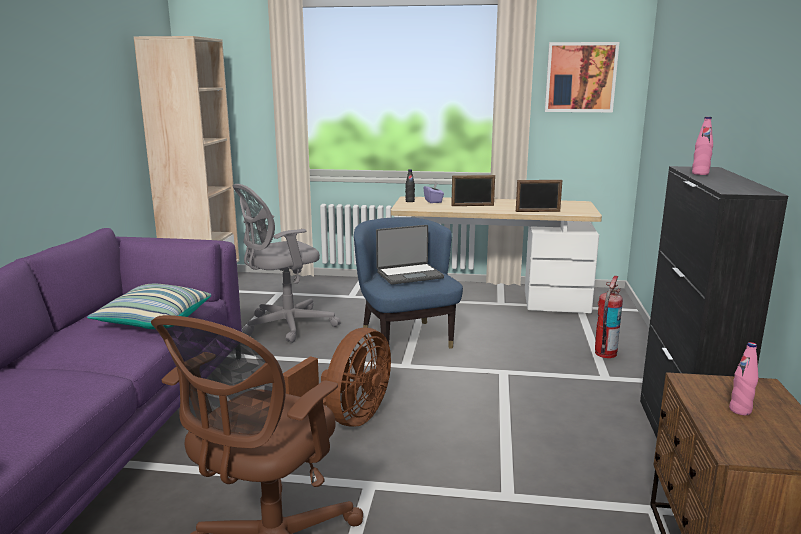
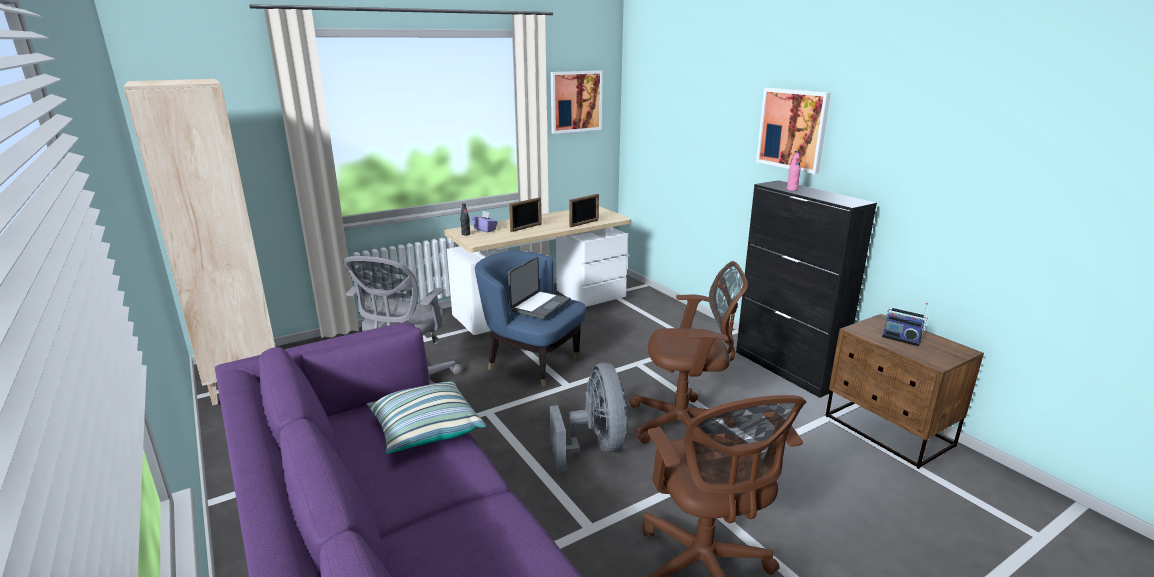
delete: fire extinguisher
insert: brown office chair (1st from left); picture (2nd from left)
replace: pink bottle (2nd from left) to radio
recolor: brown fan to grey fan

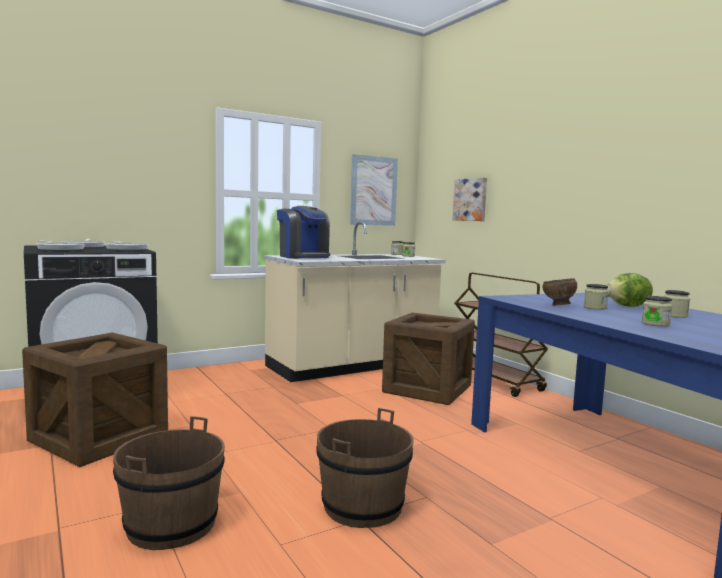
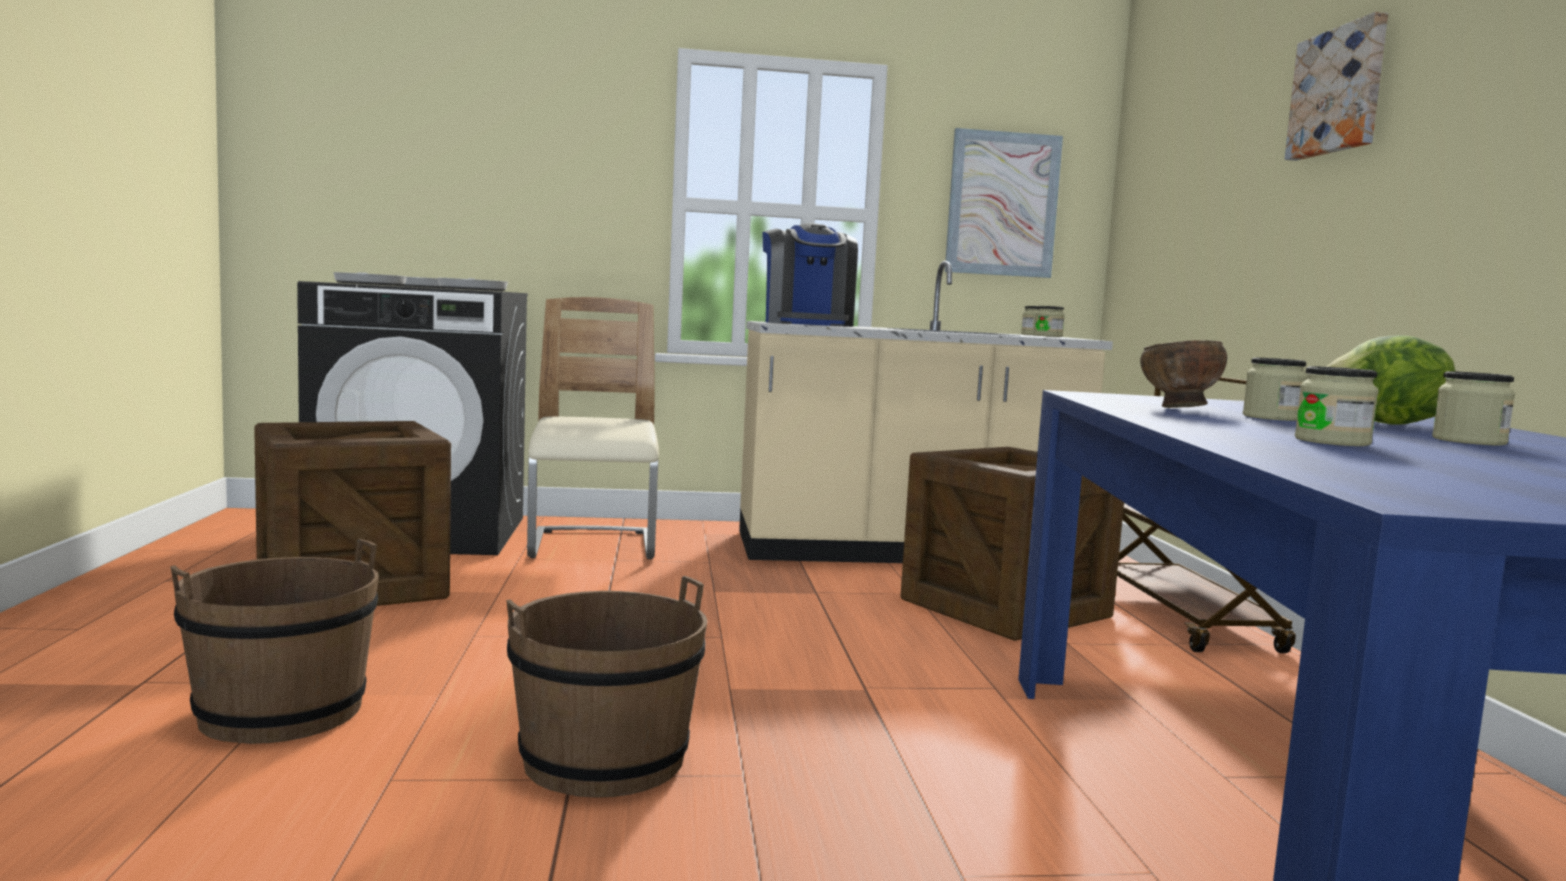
insert: beige chair
move: picture (2nd from left)

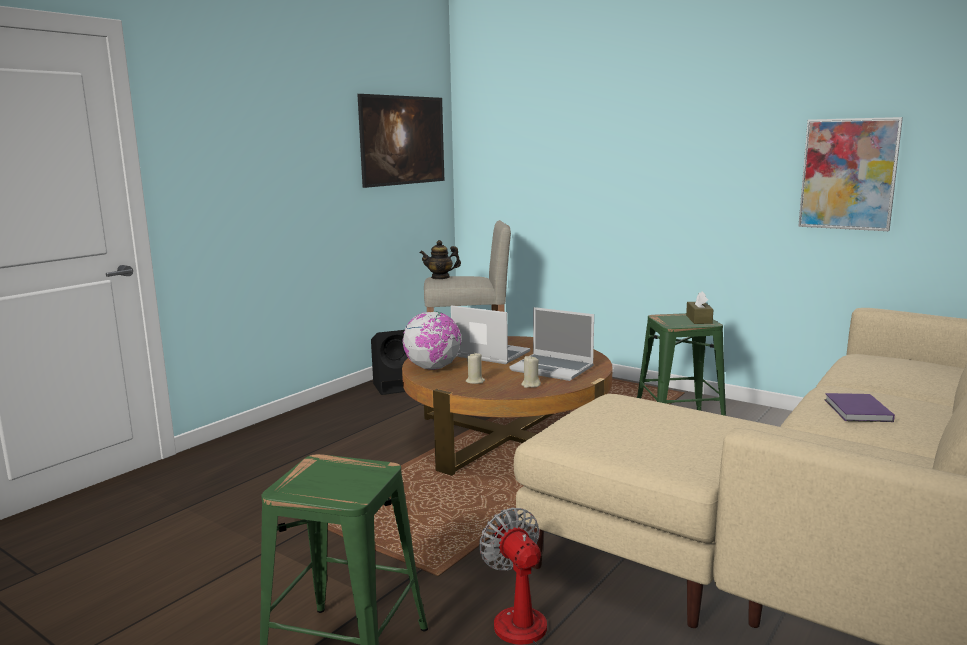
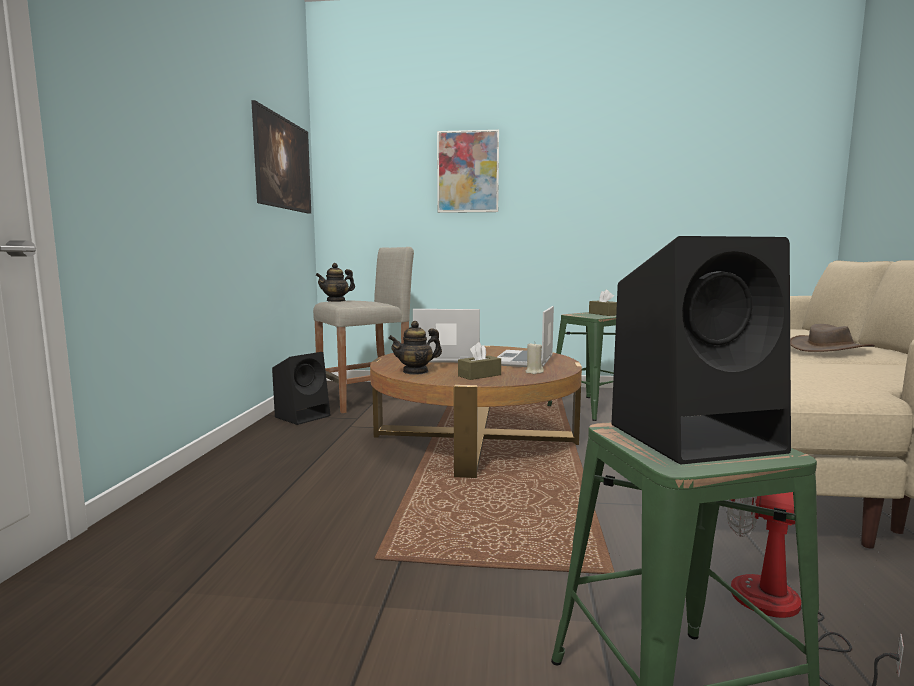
insert: black speaker (2nd from left)
move: picture (2nd from left)
replace: globe to teapot (2nd from left); beige candle (1st from left) to brown tissue box (1st from left); purple book to brown hat
rotate: laptop (2nd from left) 105 degrees clockwise

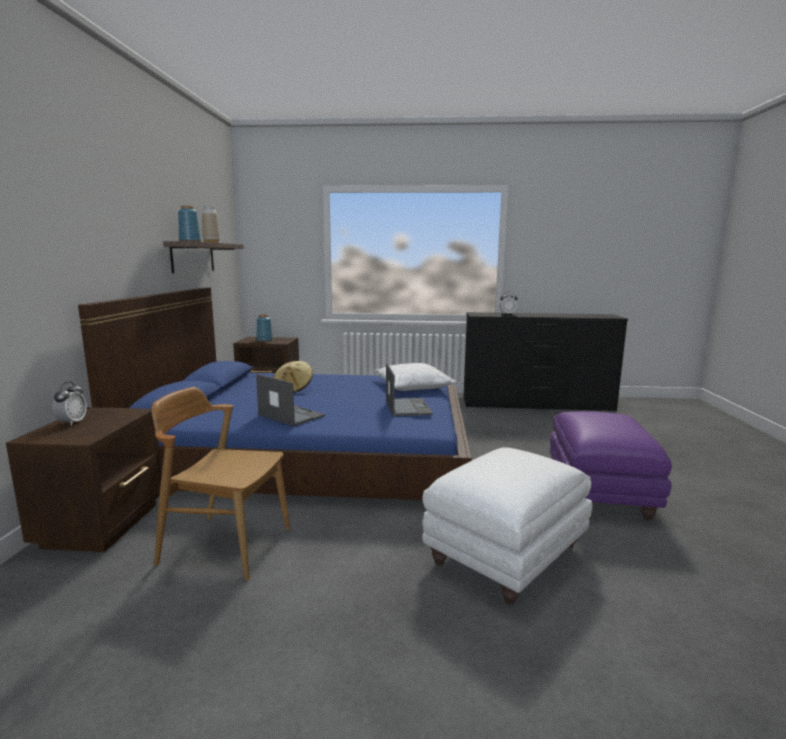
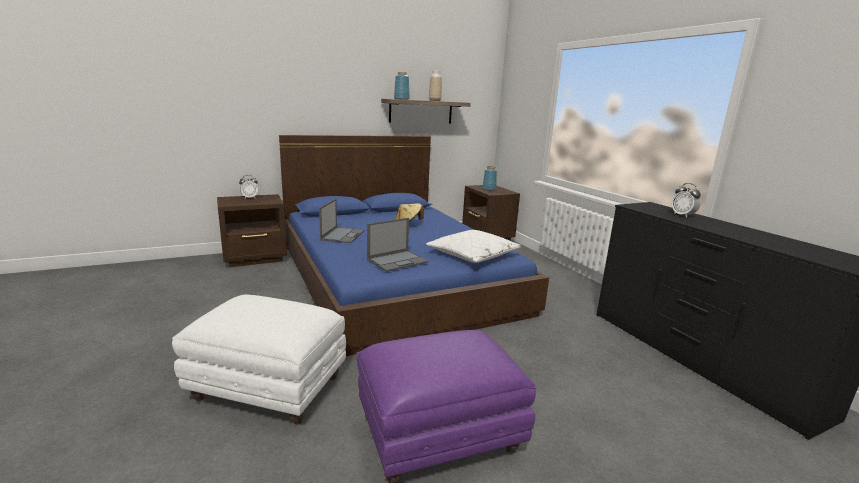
delete: brown chair

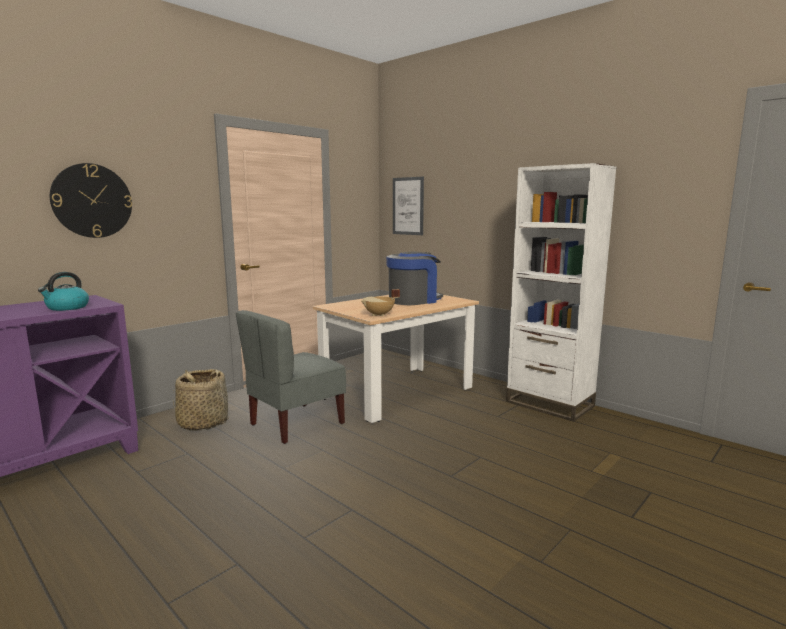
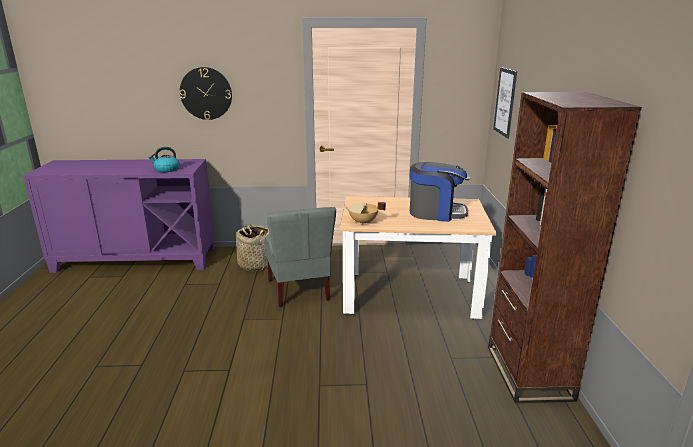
recolor: white bookcase to brown bookcase
rotate: grey chair 105 degrees counterclockwise

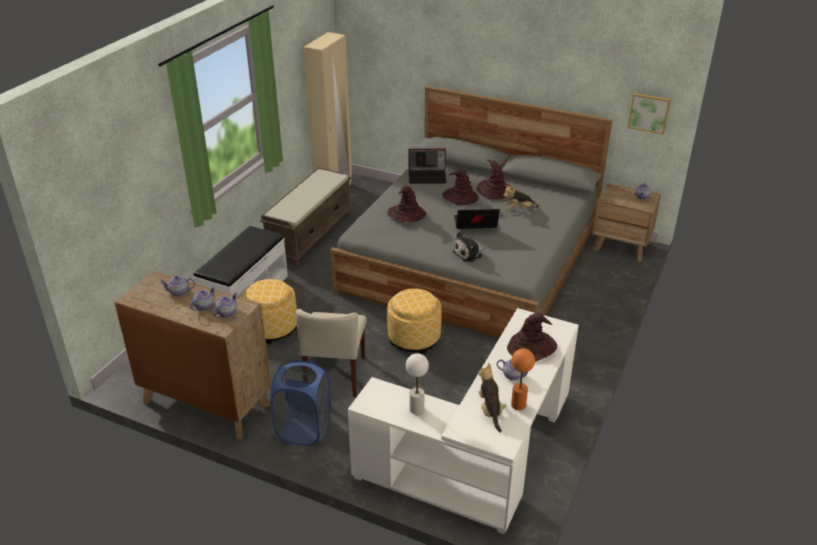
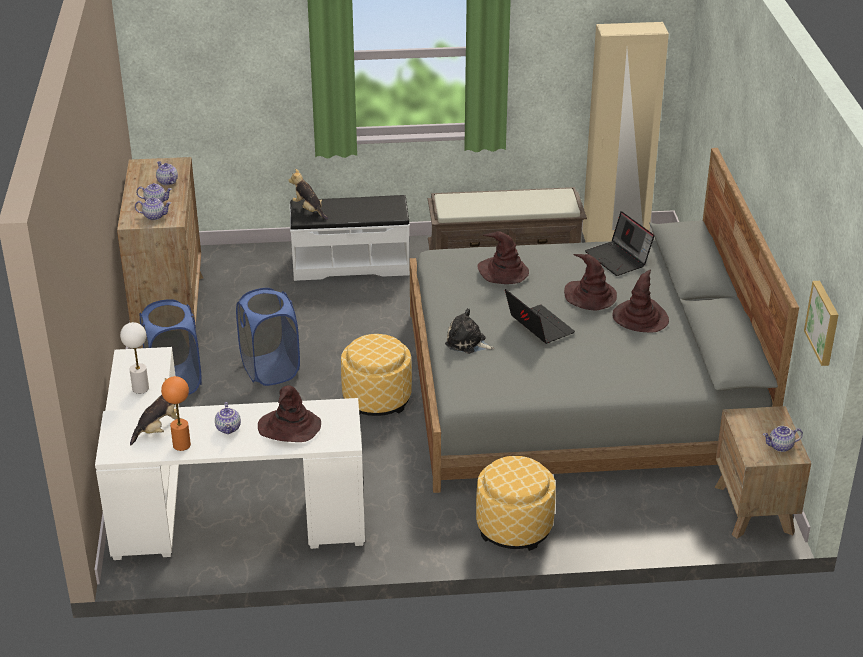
move: ottoman (1st from left in the first image) to ottoman (2nd from left); plush toy (3rd from left in the first image) to plush toy (2nd from left)
replace: beige chair to blue laundry basket (2nd from left)

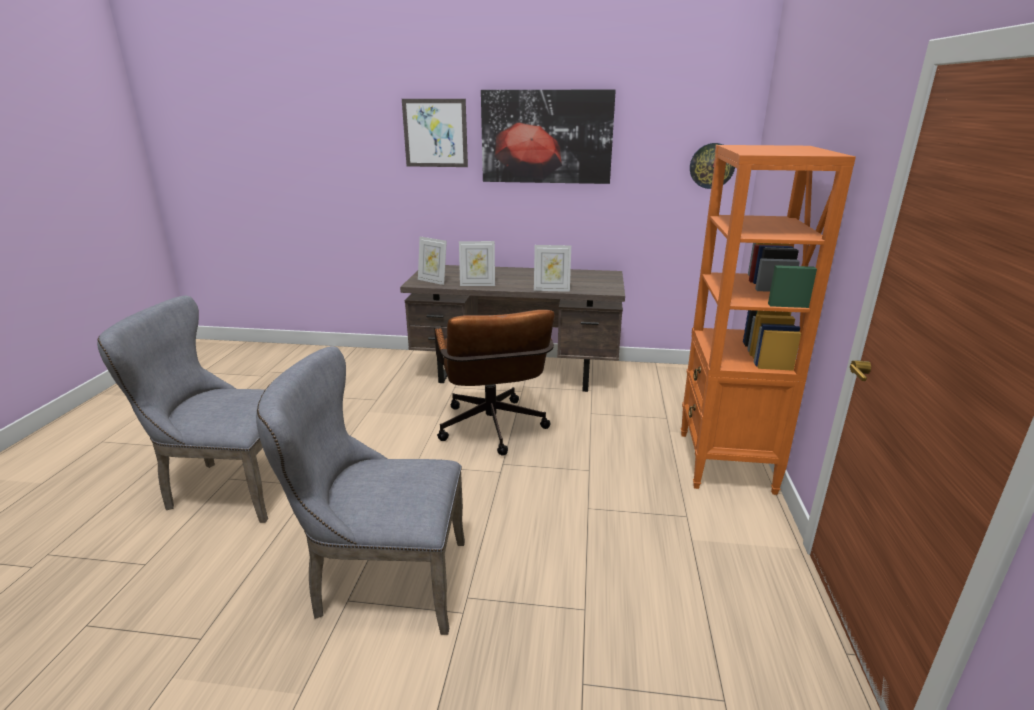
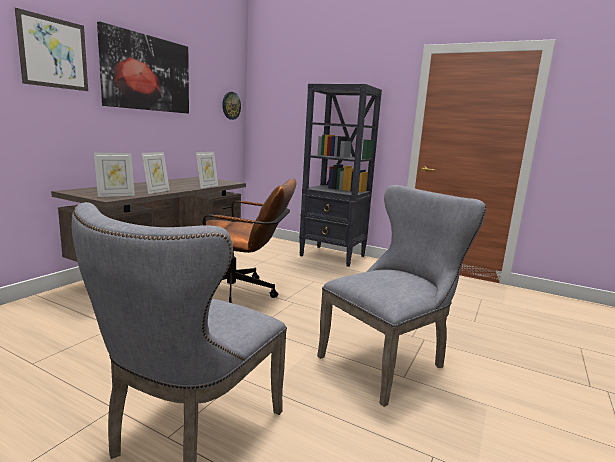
recolor: orange bookcase to black bookcase
rotate: grey chair (2nd from left) 150 degrees counterclockwise

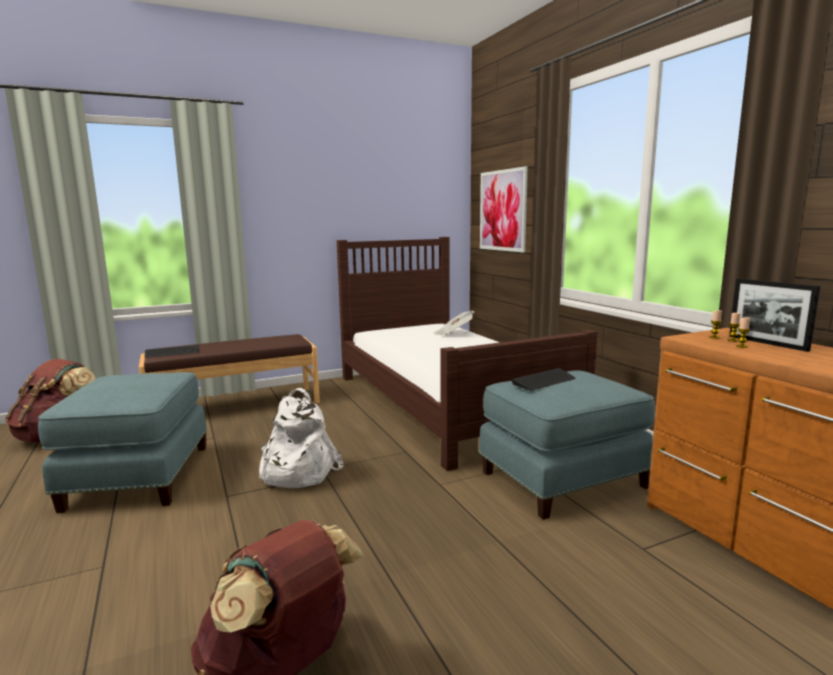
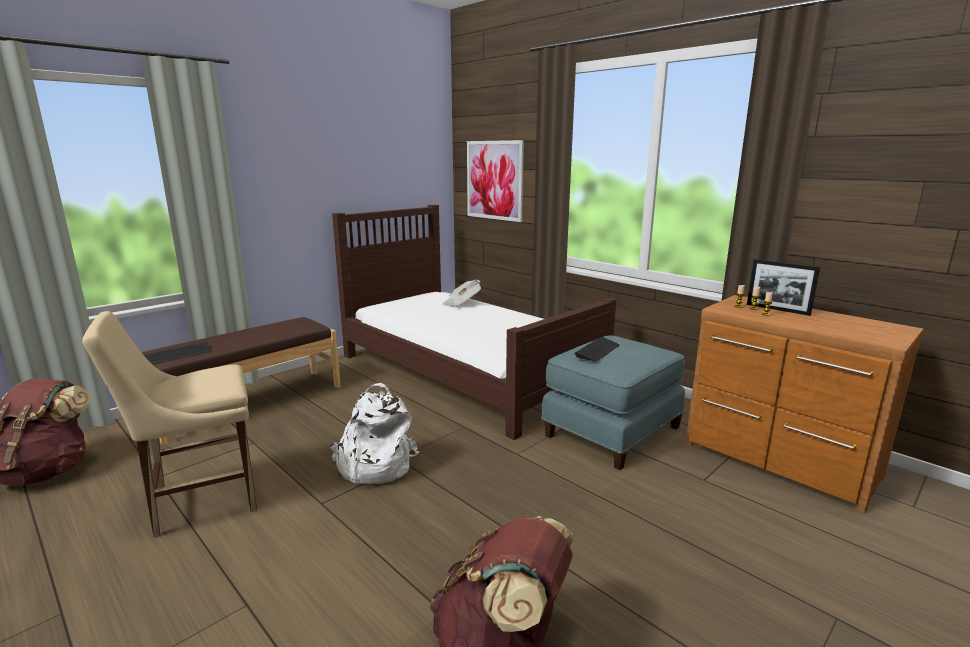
replace: blue ottoman (1st from left) to beige chair

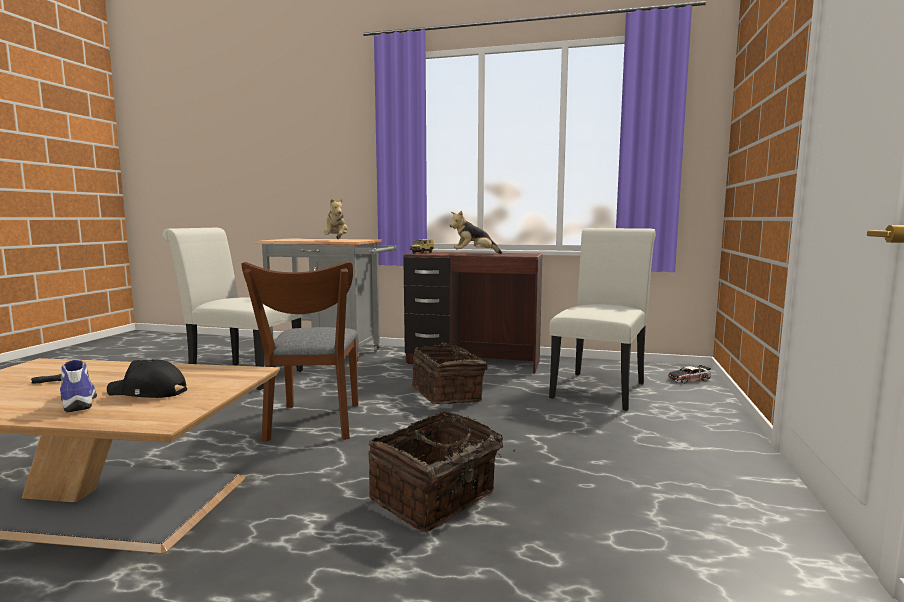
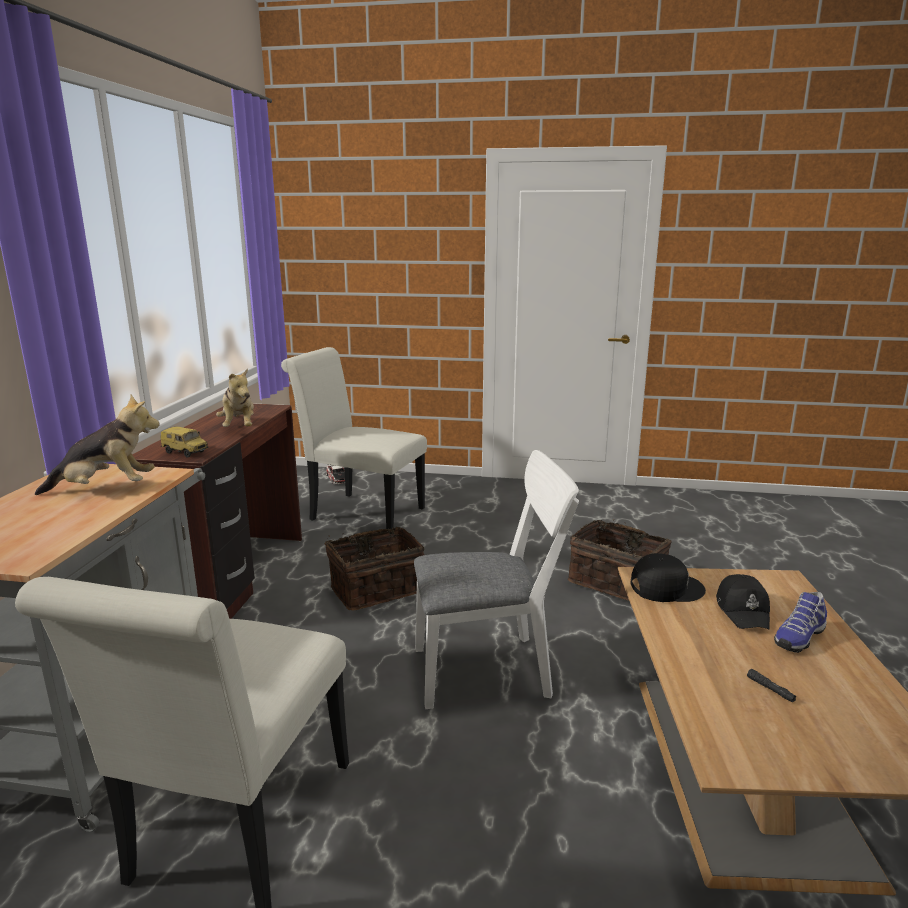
insert: black cap (1st from left)
recolor: brown chair to white chair (3rd from left)

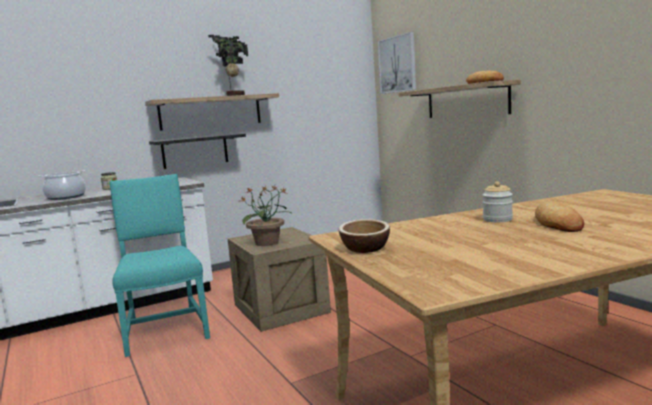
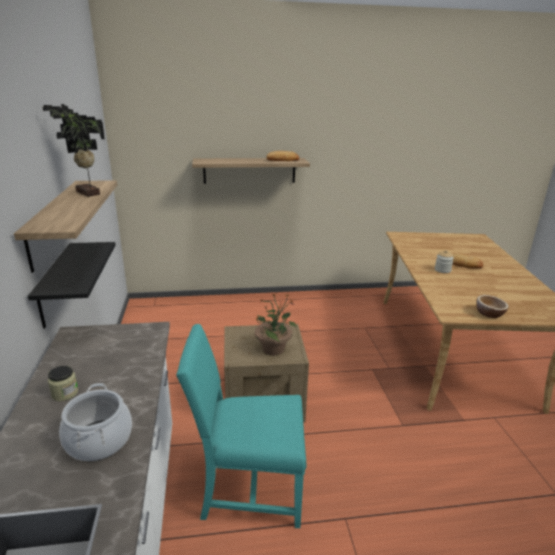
delete: picture

